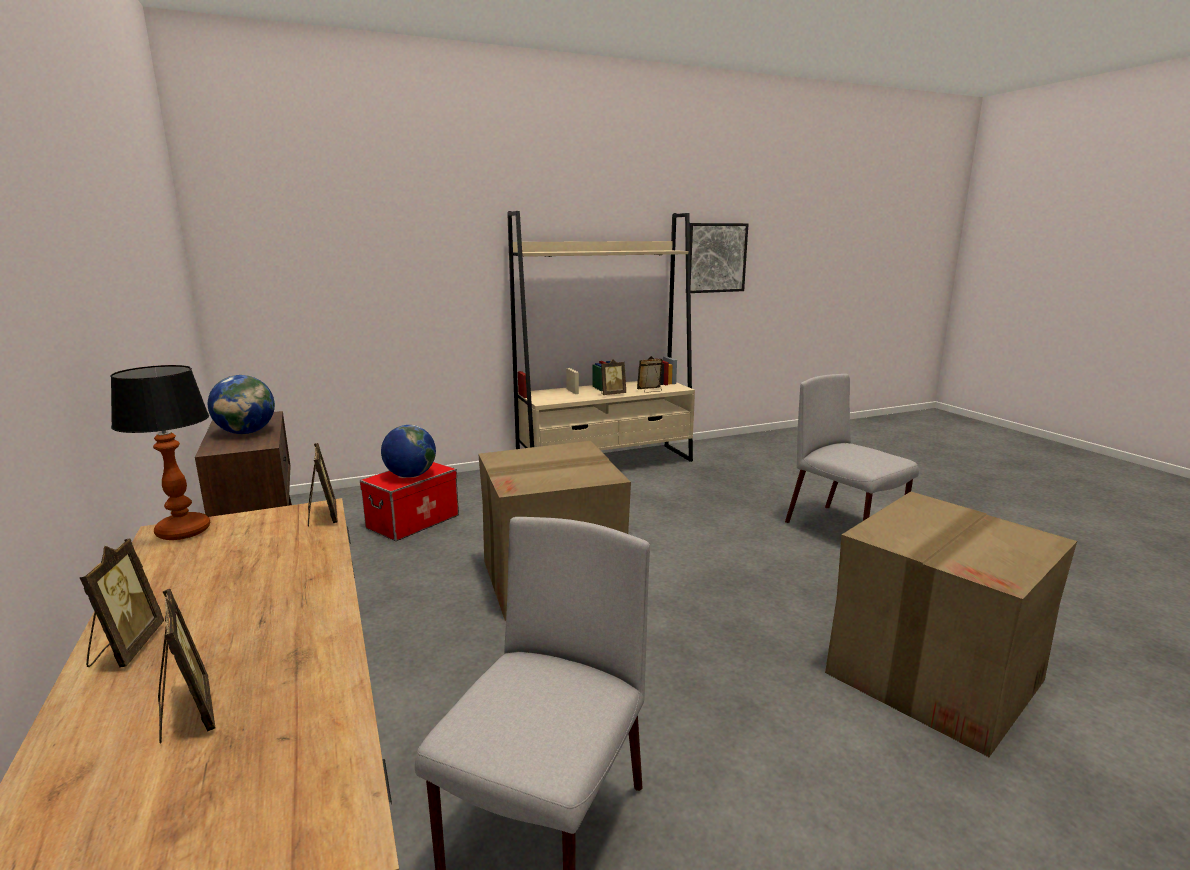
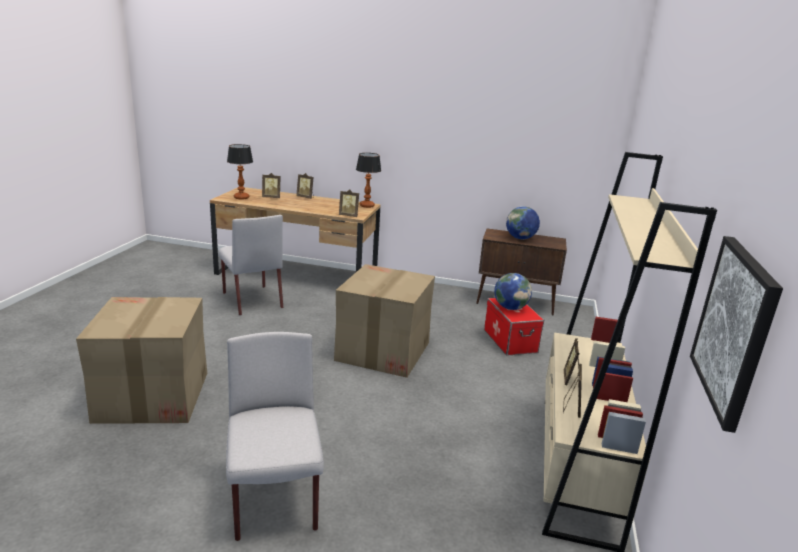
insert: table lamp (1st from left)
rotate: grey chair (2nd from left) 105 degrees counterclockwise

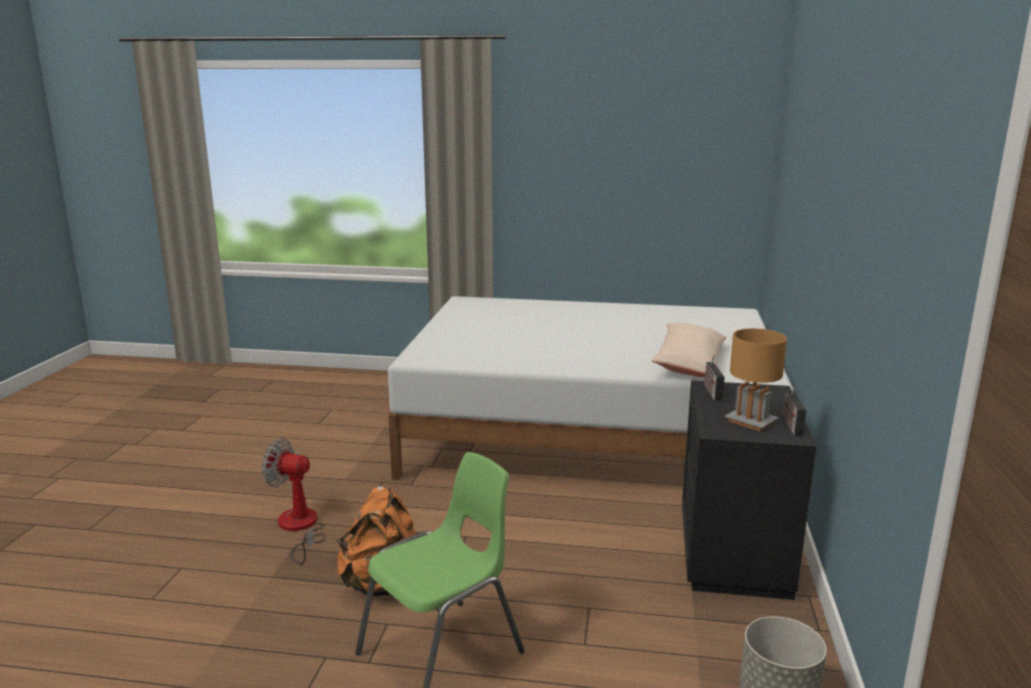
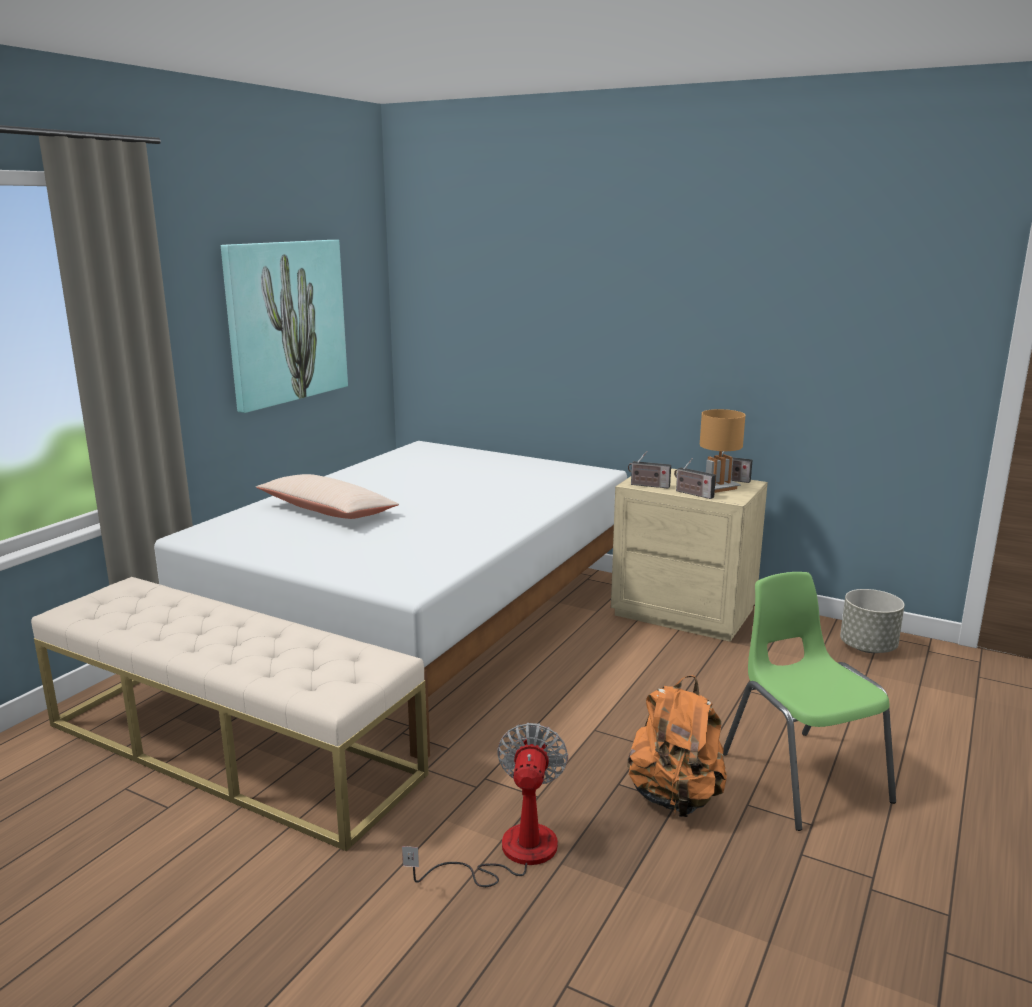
insert: beige bench; picture; radio (2nd from left)
move: beige pillow
recolor: black nightstand to beige nightstand
rotate: fan 150 degrees clockwise

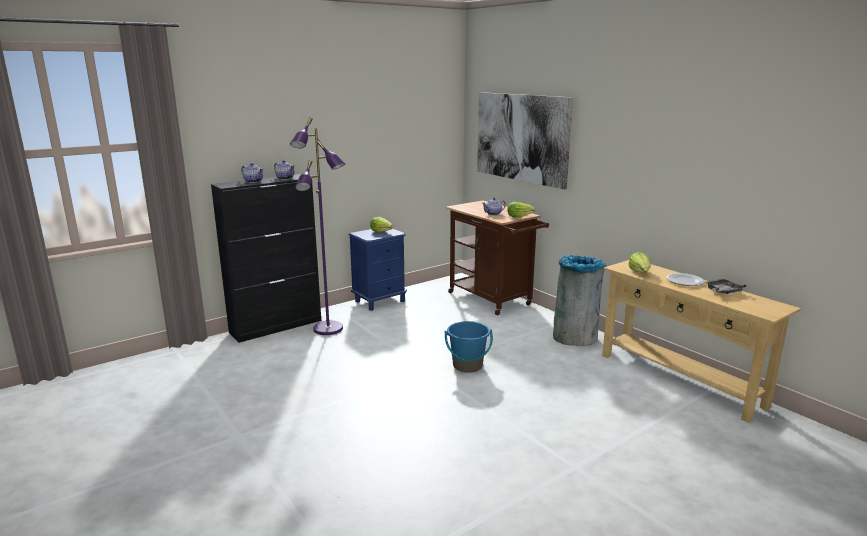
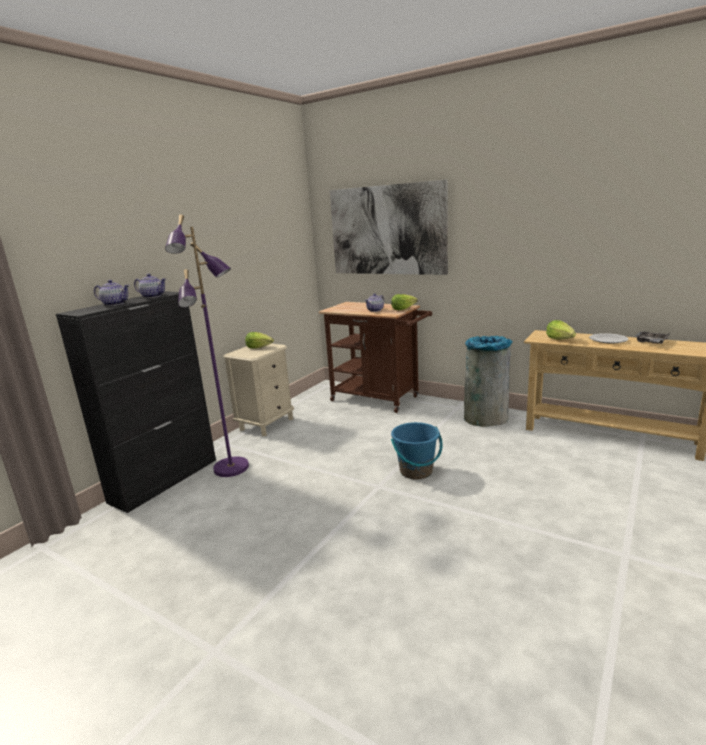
recolor: blue nightstand to beige nightstand

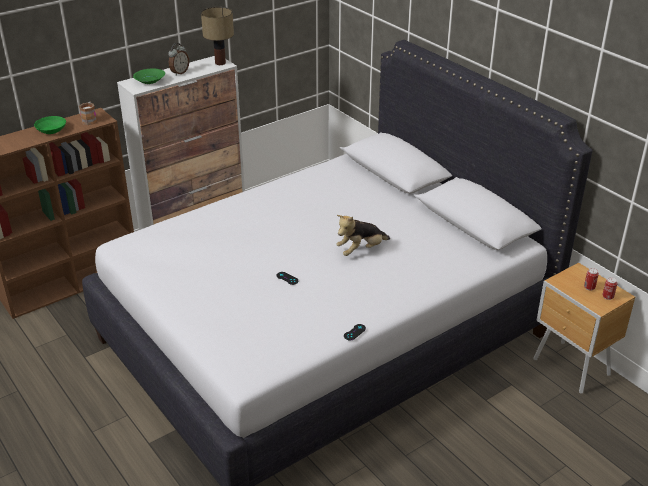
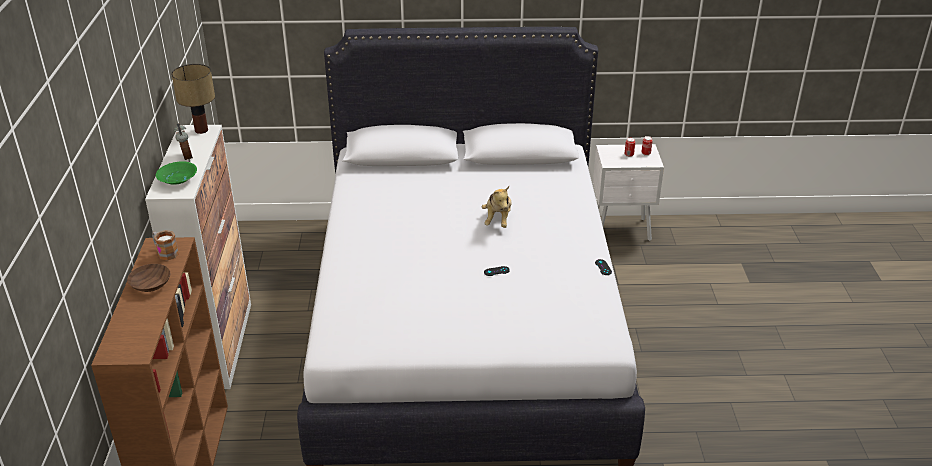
recolor: green bowl (1st from left) to brown bowl; brown nightstand to white nightstand

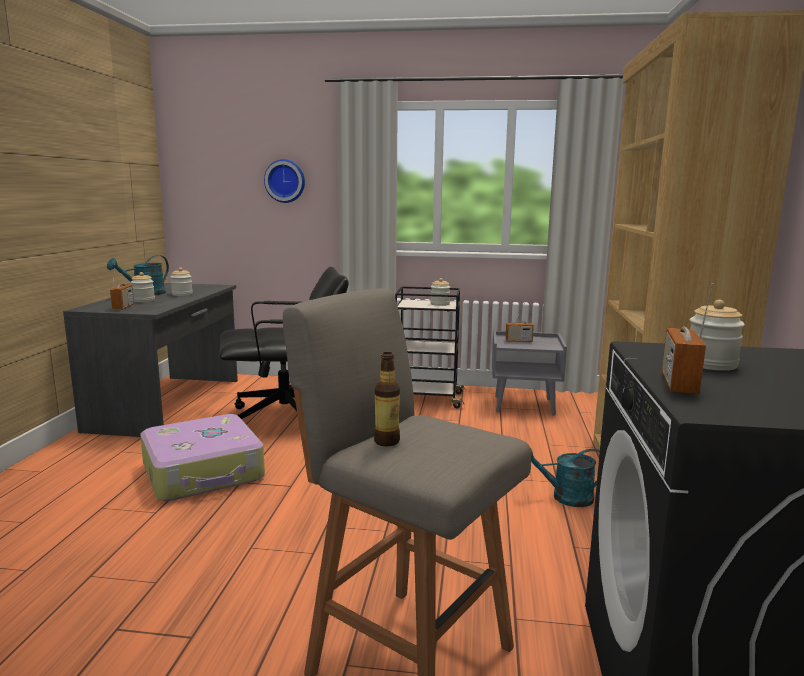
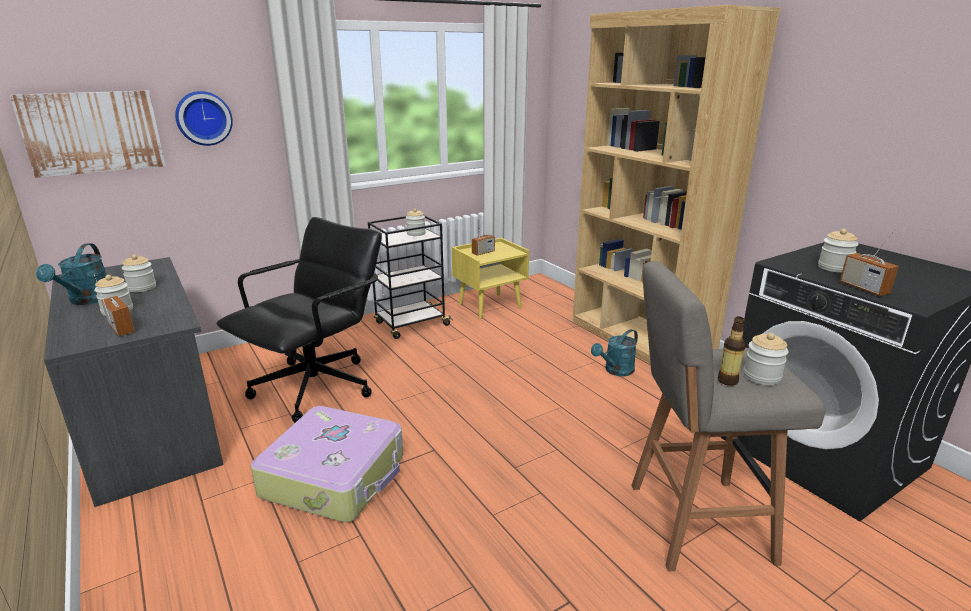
insert: picture; jar (4th from left)
recolor: grey nightstand to yellow nightstand

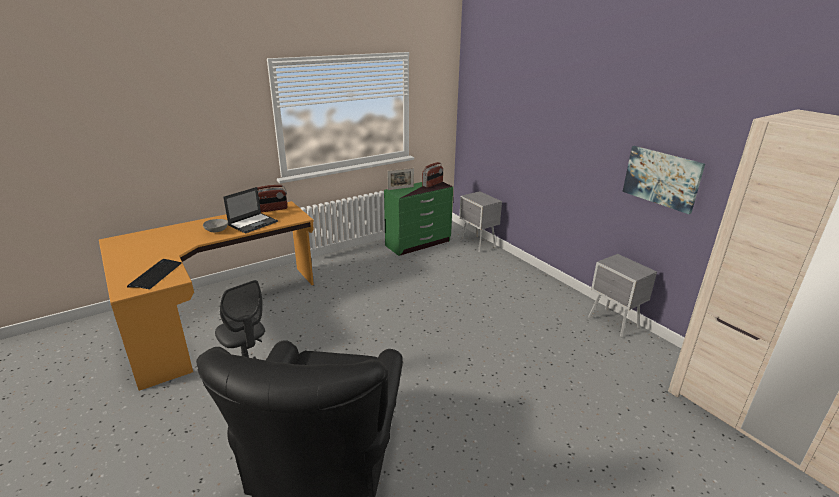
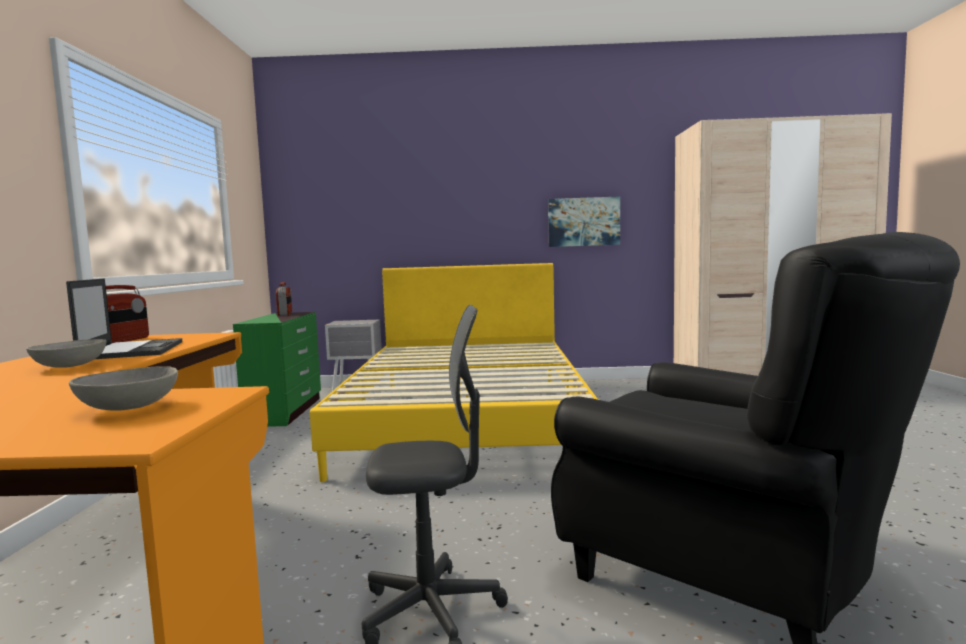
delete: picture frame; grey nightstand (2nd from left)
insert: yellow bed
replace: keyboard to grey bowl (2nd from left)

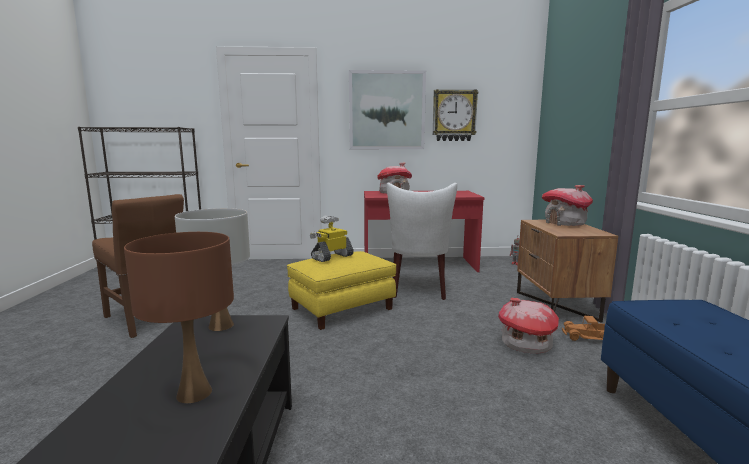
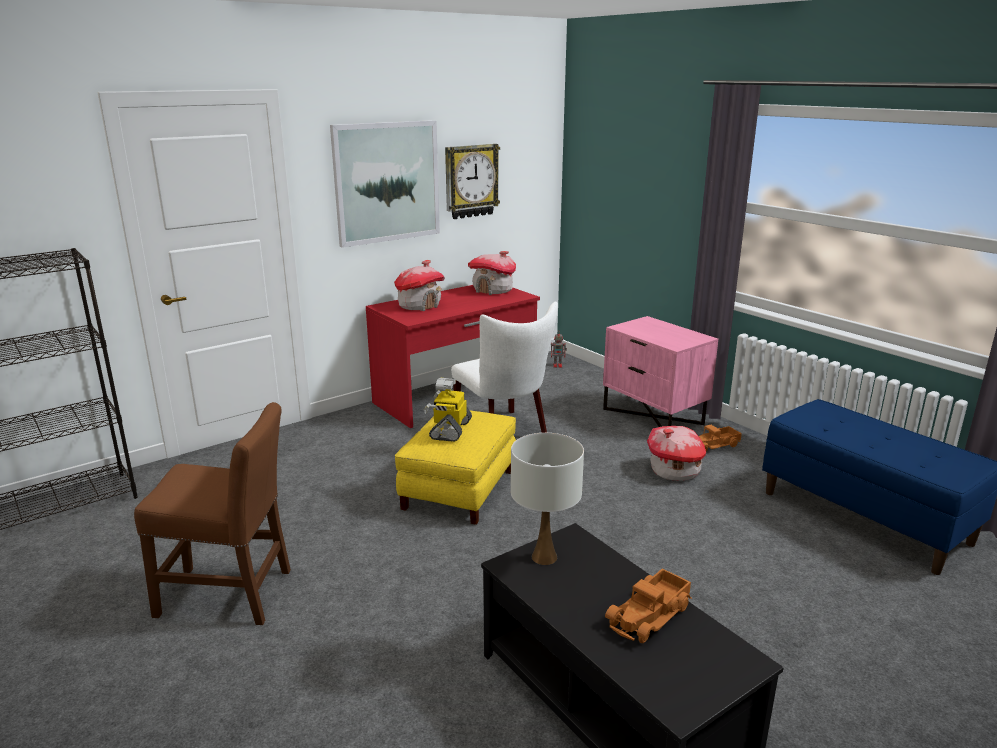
move: toy house (3rd from left in the first image) to toy house (2nd from left)
replace: brown table lamp to toy truck (1st from left)
recolor: brown nightstand to pink nightstand

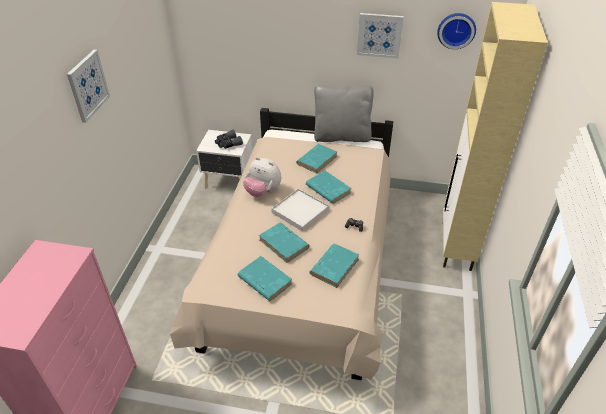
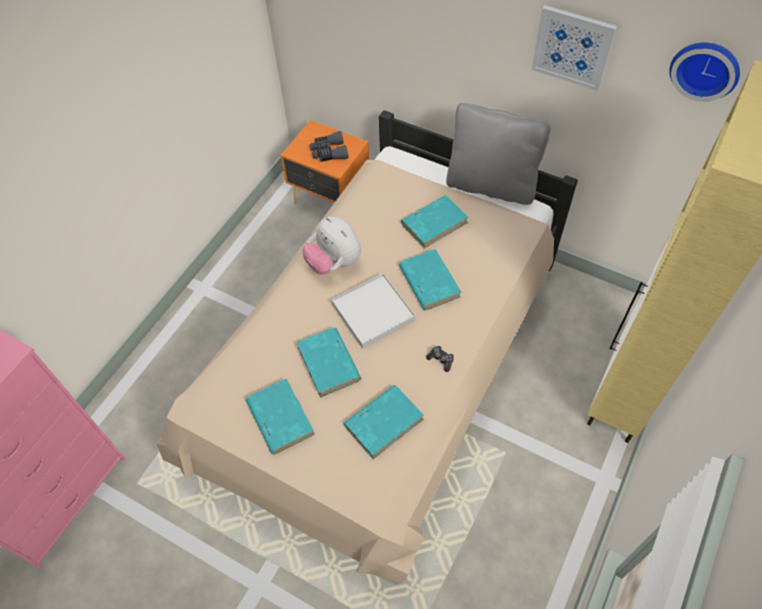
delete: picture (1st from left)
recolor: white nightstand to orange nightstand

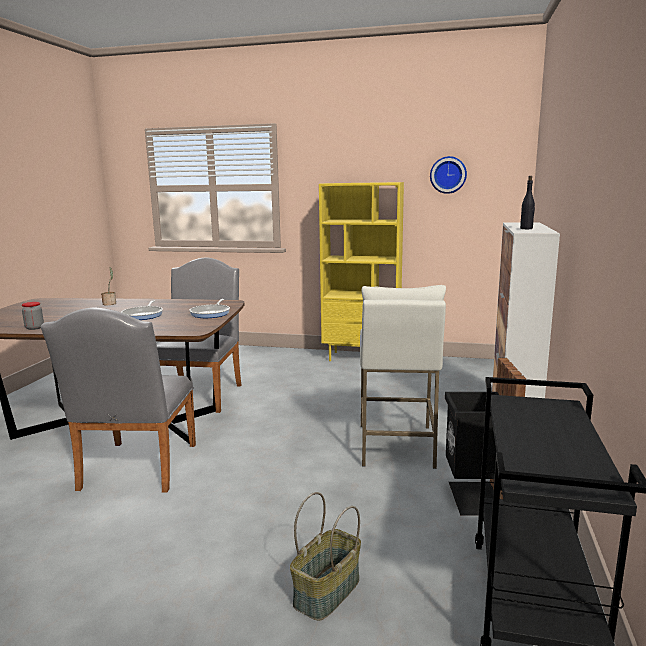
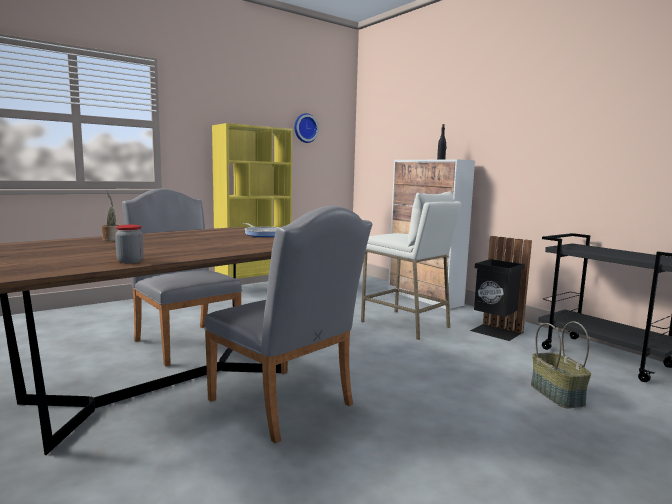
delete: frying pan (1st from left)

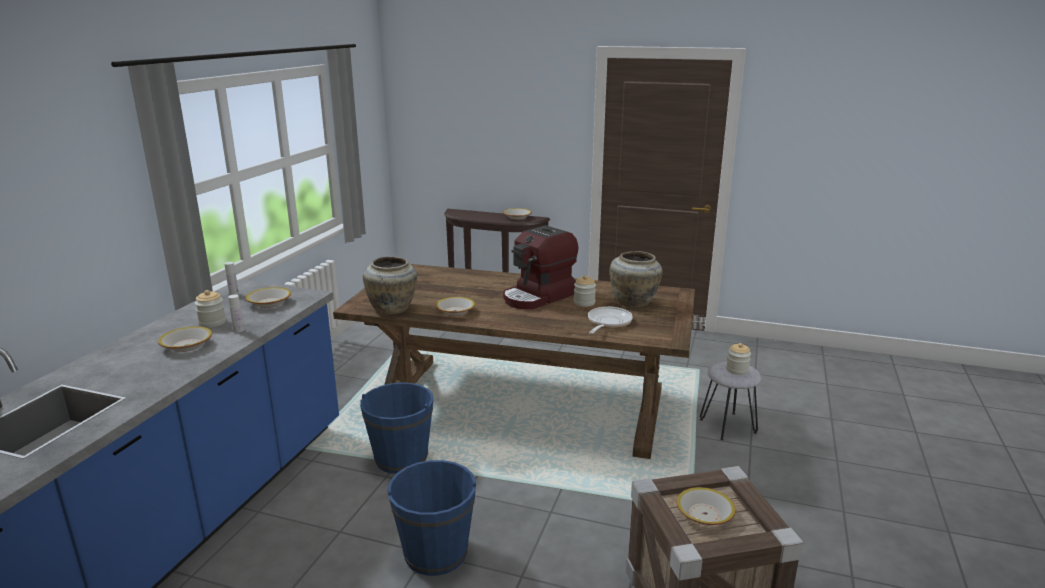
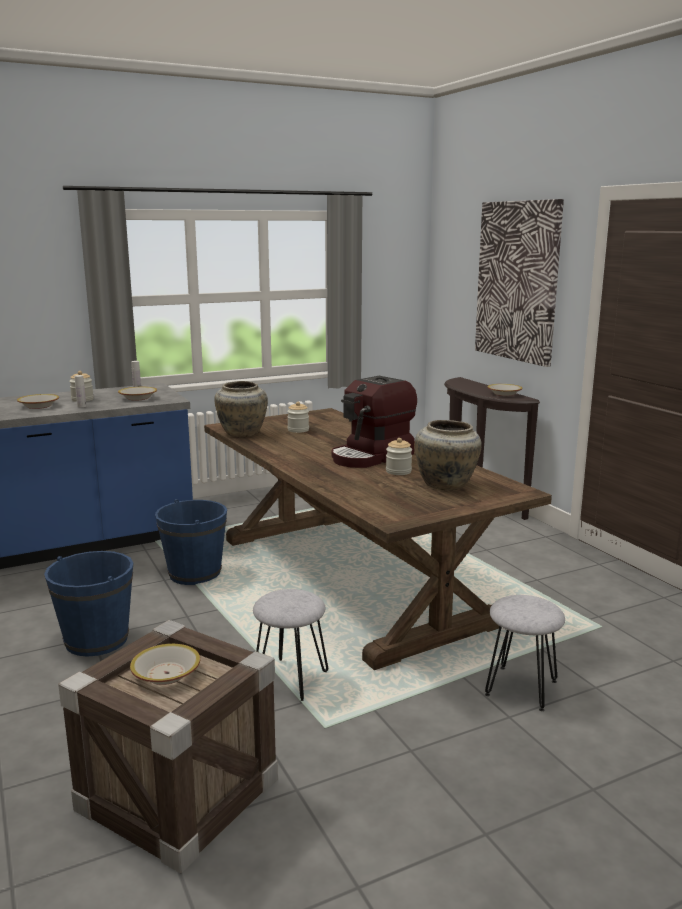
delete: bowl (3rd from left); frying pan
insert: grey stool (1st from left); picture
move: jar (3rd from left in the first image) to jar (2nd from left)
rotate: coffee machine 45 degrees counterclockwise

